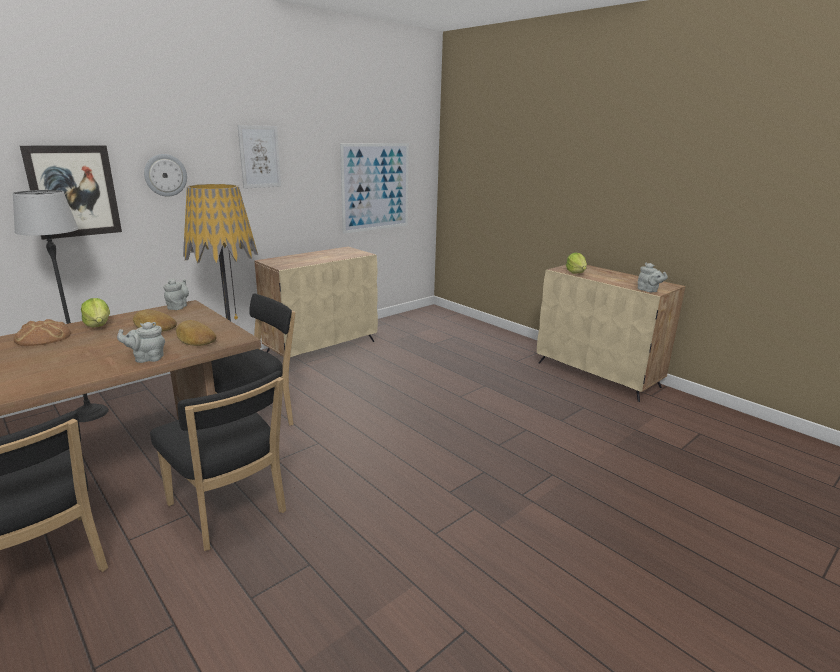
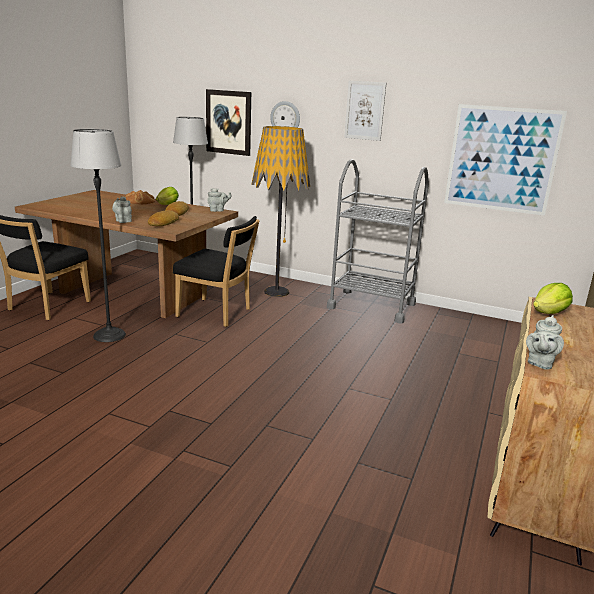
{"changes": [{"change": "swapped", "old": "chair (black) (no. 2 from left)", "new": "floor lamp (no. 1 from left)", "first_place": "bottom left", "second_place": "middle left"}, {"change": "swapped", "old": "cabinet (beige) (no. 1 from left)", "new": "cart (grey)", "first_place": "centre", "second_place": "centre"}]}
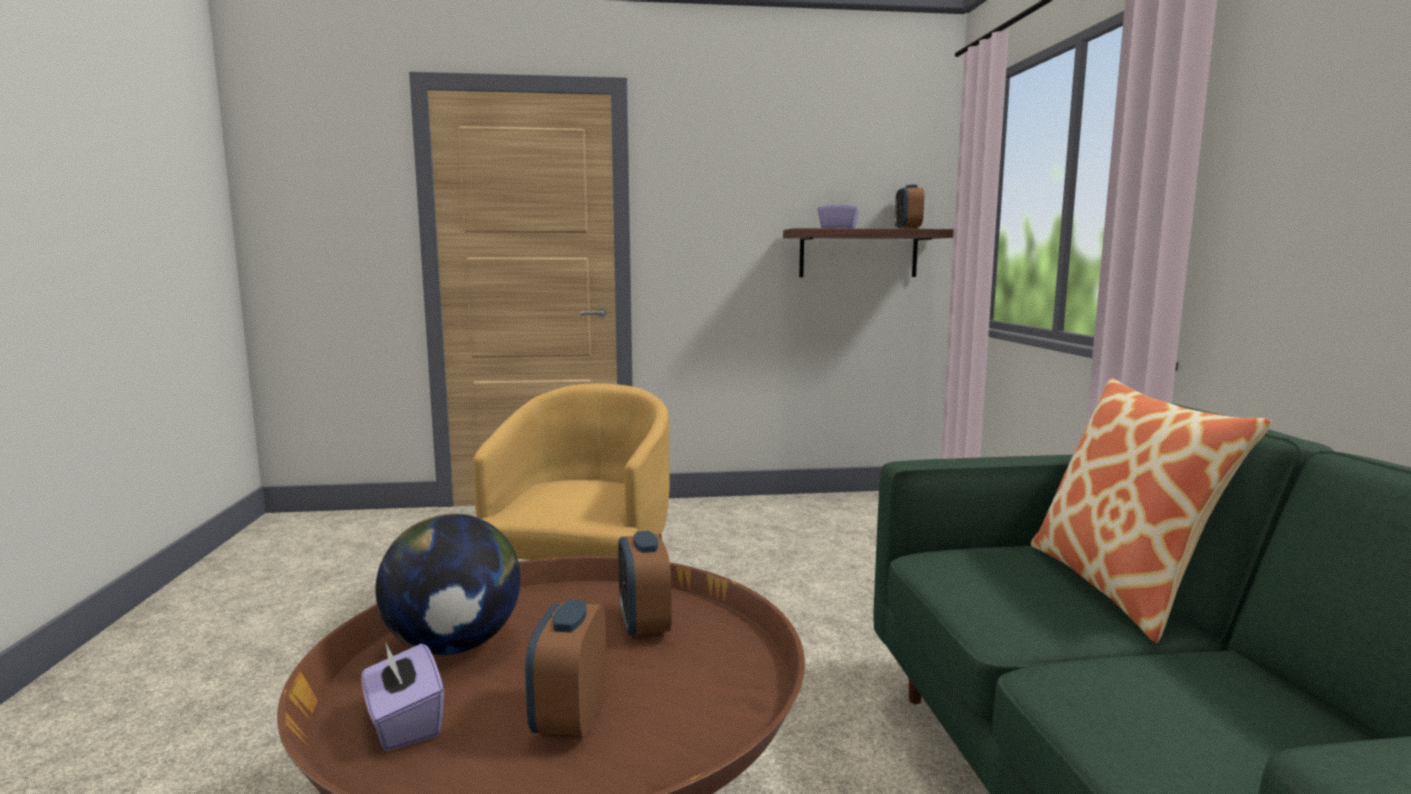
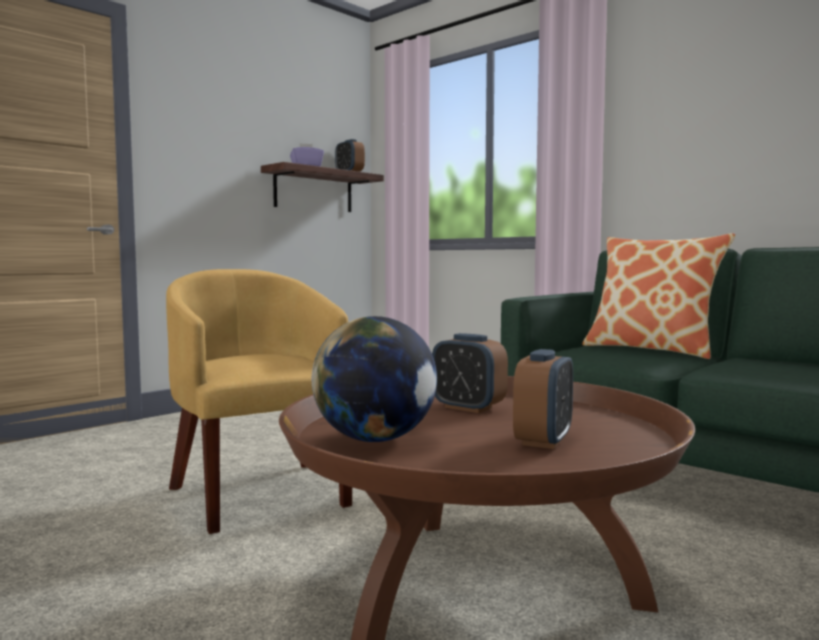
{"changes": [{"change": "gone", "old": "tissue box (purple) (no. 1 from left)", "first_place": "bottom left"}, {"change": "rotated", "old": "alarm clock (no. 1 from left in the first image)", "first_place": "bottom centre", "second_place": "centre", "degrees": -120}]}
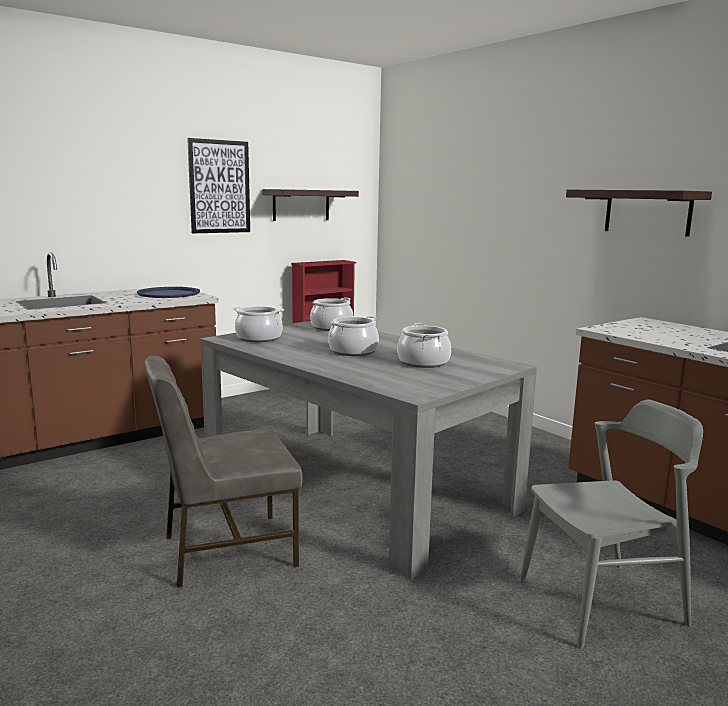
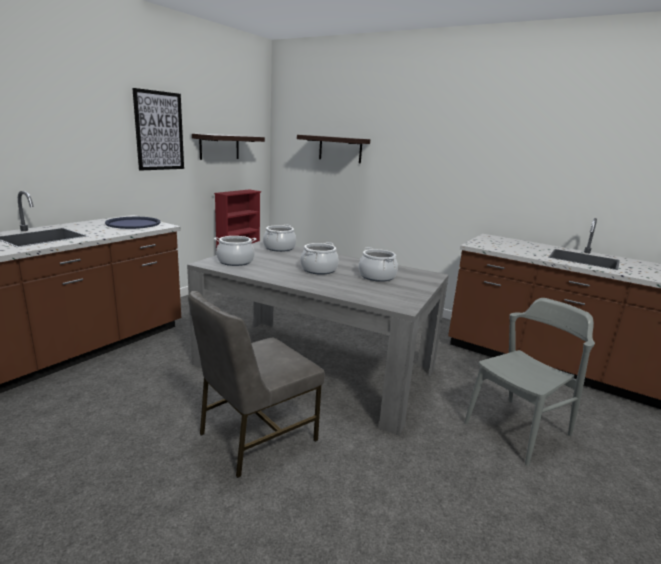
{"changes": [{"change": "shifted", "old": "shelf (no. 2 from left)", "first_place": "top right", "second_place": "top centre"}]}
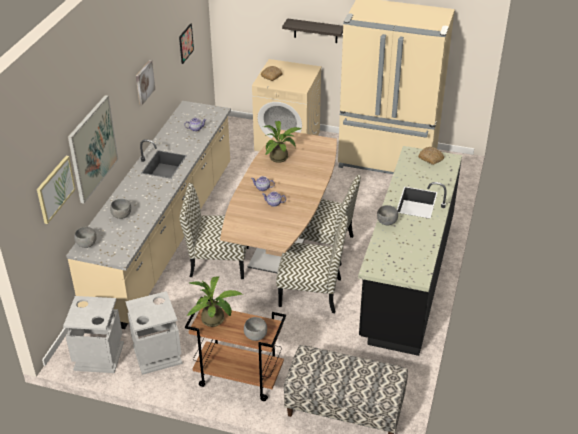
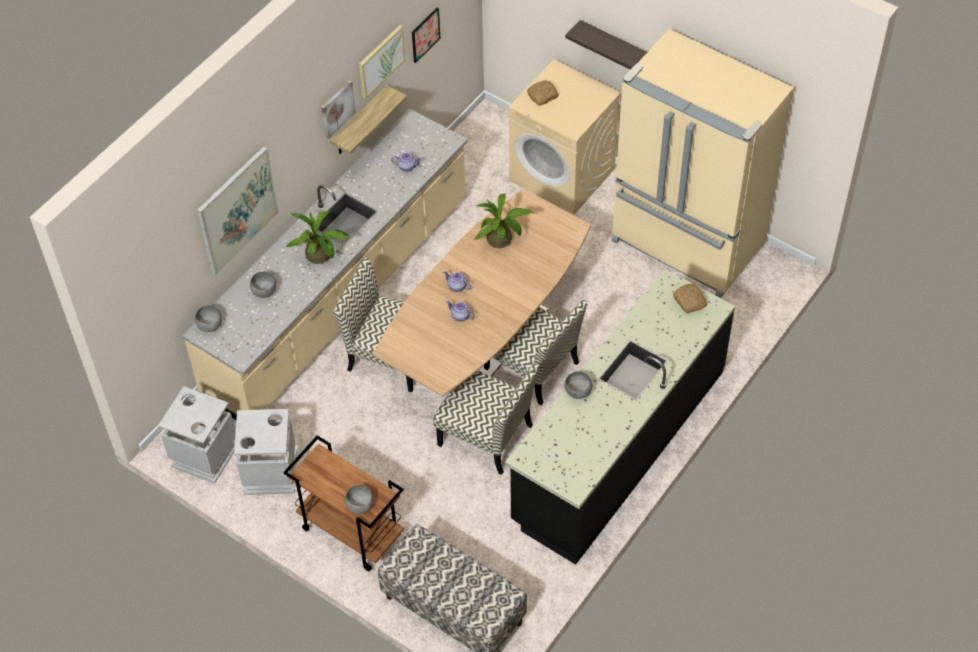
{"changes": [{"change": "new", "new": "shelf (no. 1 from left)", "second_place": "top centre"}, {"change": "shifted", "old": "picture (no. 1 from left in the first image)", "new": "picture (no. 3 from left)", "first_place": "middle left", "second_place": "top centre"}, {"change": "shifted", "old": "potted plant (no. 1 from left)", "first_place": "bottom centre", "second_place": "middle left"}]}
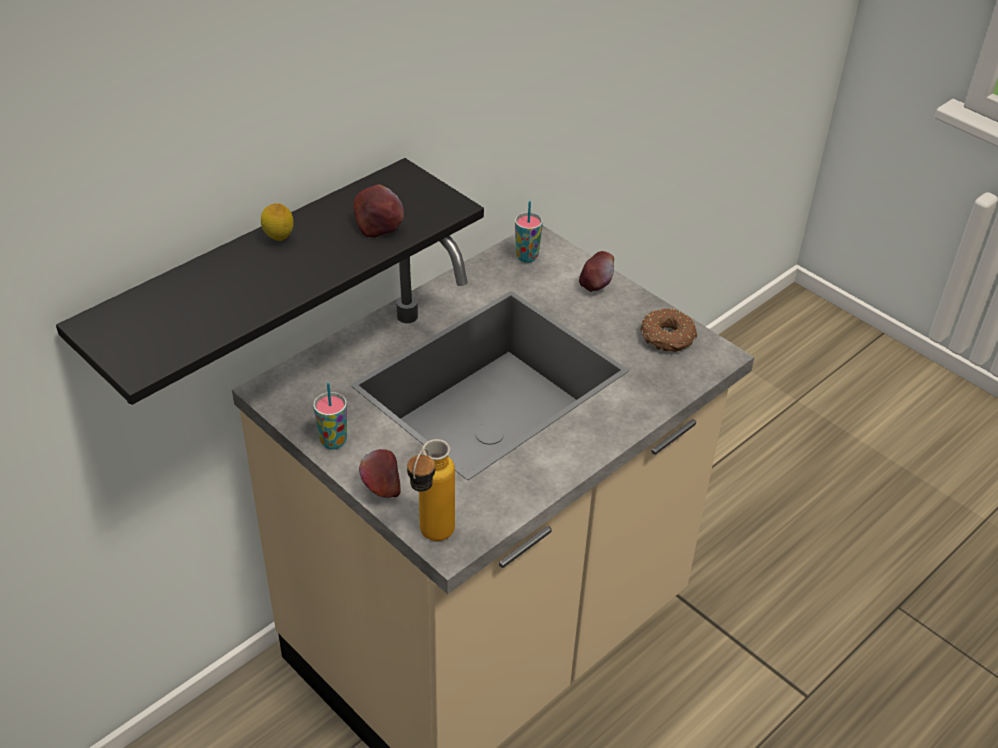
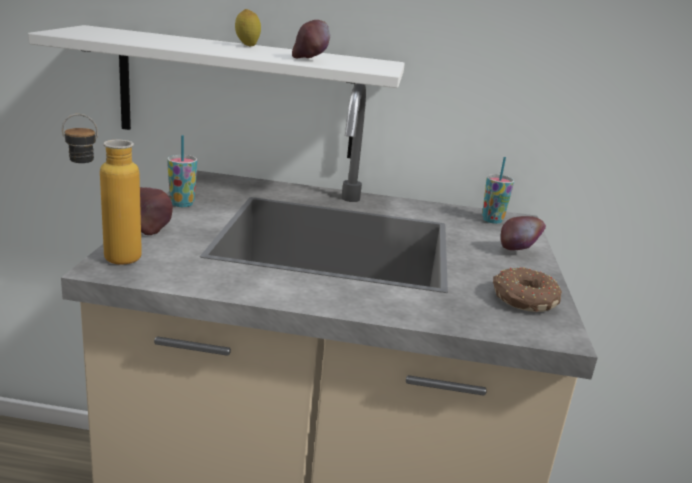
{"changes": [{"change": "repainted", "old": "shelf (black)", "new": "shelf (white)", "first_place": "middle left", "second_place": "top left"}]}
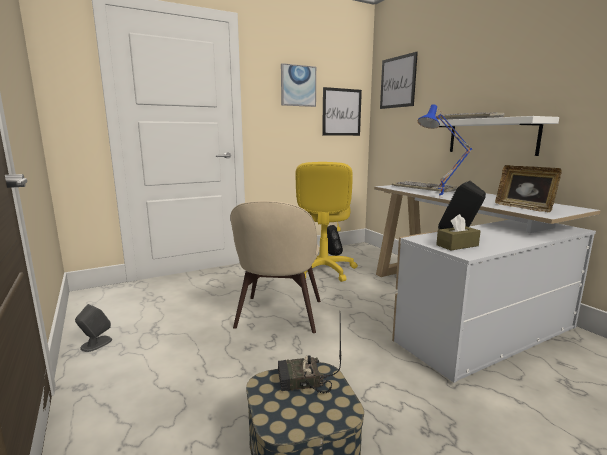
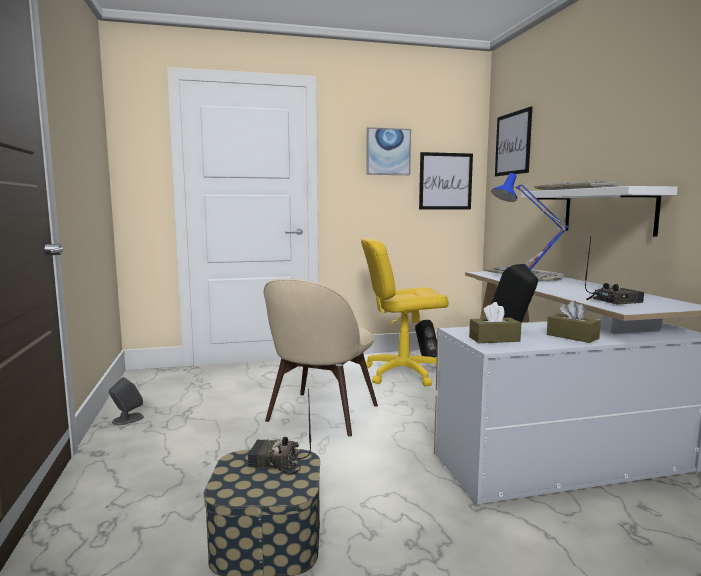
{"changes": [{"change": "new", "new": "tissue box (brown) (no. 2 from left)", "second_place": "middle right"}, {"change": "swapped", "old": "picture frame", "new": "radio (no. 2 from left)", "first_place": "middle right", "second_place": "middle right"}, {"change": "rotated", "old": "office chair (yellow)", "first_place": "centre", "second_place": "centre", "degrees": 60}]}
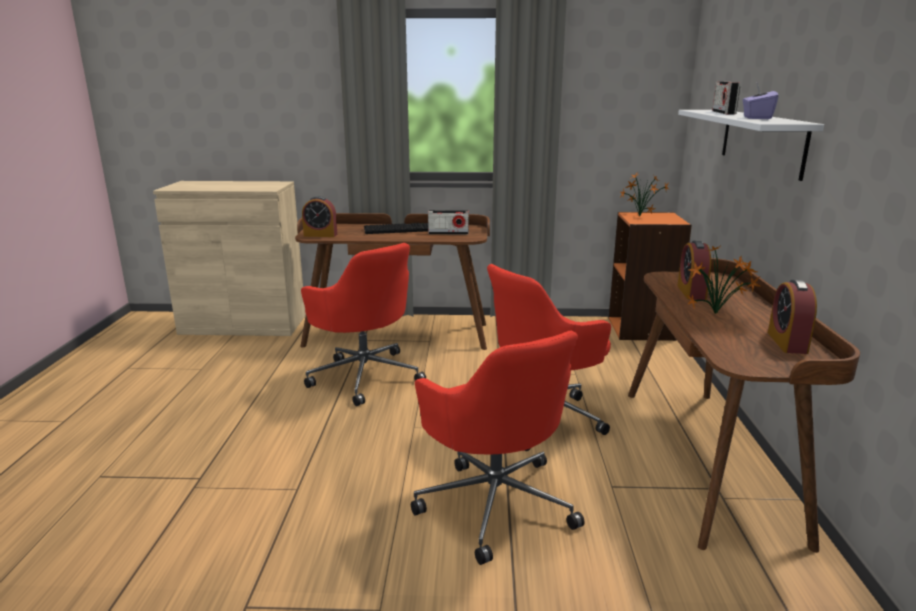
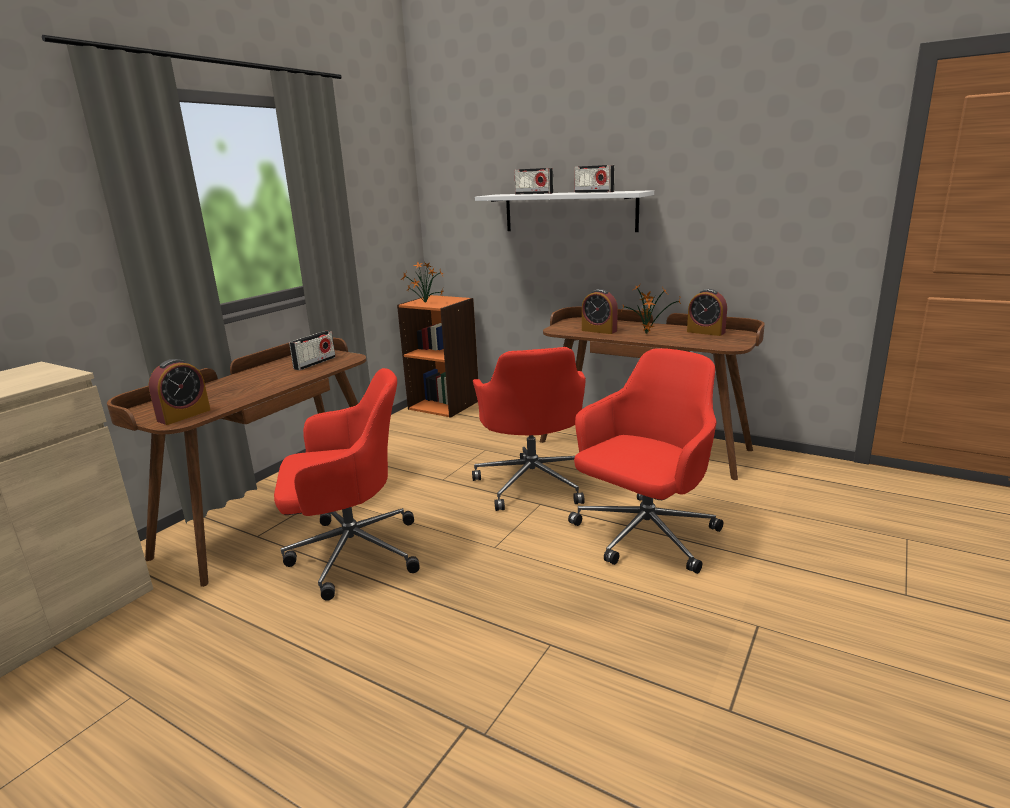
{"changes": [{"change": "gone", "old": "keyboard", "first_place": "centre"}, {"change": "swapped", "old": "tissue box (purple)", "new": "radio (no. 3 from left)", "first_place": "top right", "second_place": "top centre"}, {"change": "rotated", "old": "office chair (red) (no. 2 from left in the first image)", "first_place": "bottom centre", "second_place": "centre", "degrees": -45}]}
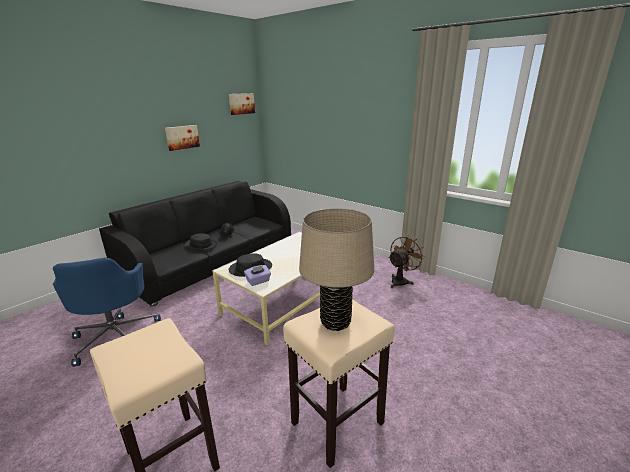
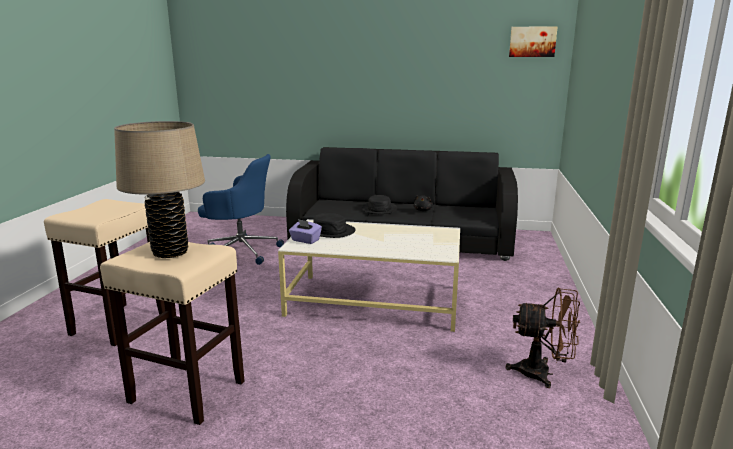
{"changes": [{"change": "gone", "old": "picture (no. 1 from left)", "first_place": "top left"}, {"change": "rotated", "old": "office chair (blue)", "first_place": "middle left", "second_place": "middle left", "degrees": -120}]}
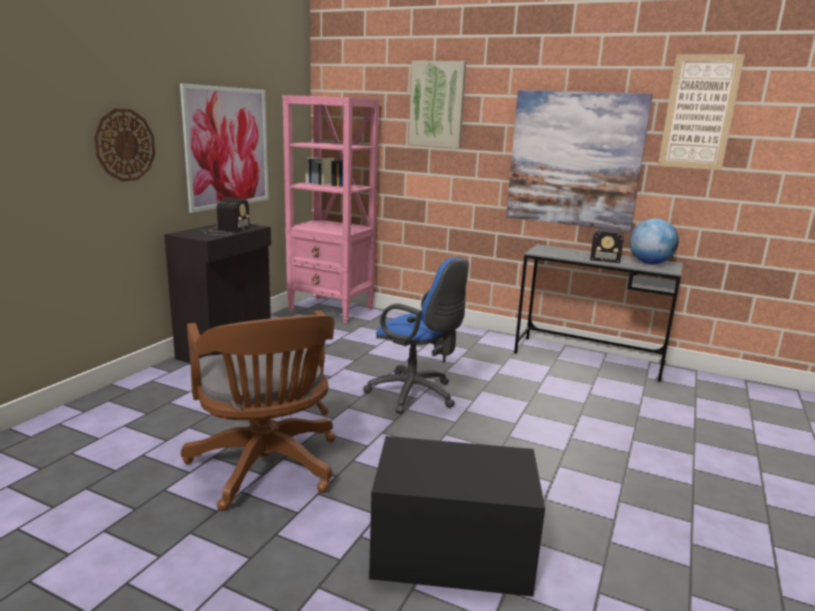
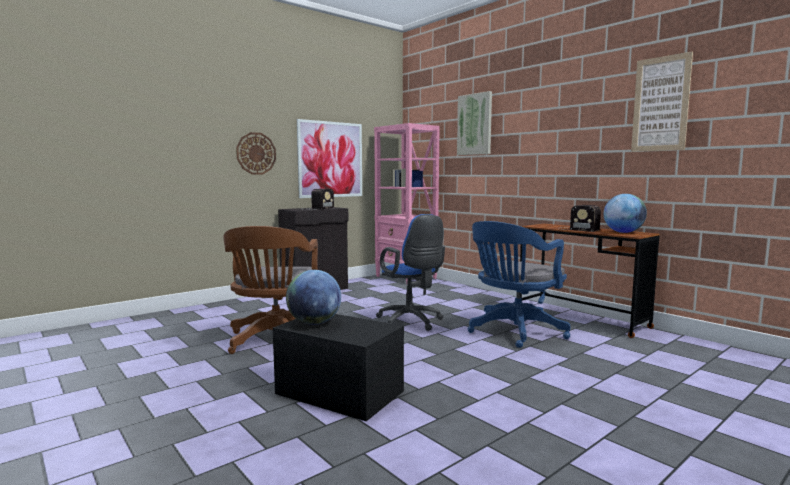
{"changes": [{"change": "gone", "old": "picture (no. 3 from left)", "first_place": "top right"}, {"change": "new", "new": "globe (no. 1 from left)", "second_place": "centre"}, {"change": "new", "new": "office chair (blue) (no. 2 from left)", "second_place": "centre"}, {"change": "repainted", "old": "desk (grey)", "new": "desk (brown)", "first_place": "middle right", "second_place": "middle right"}]}
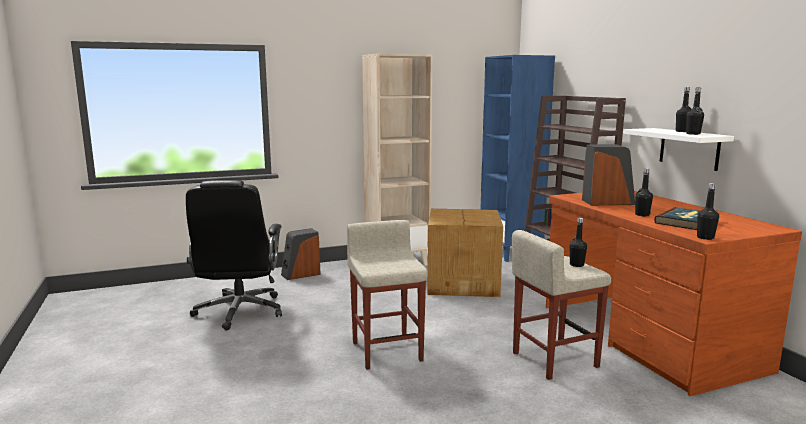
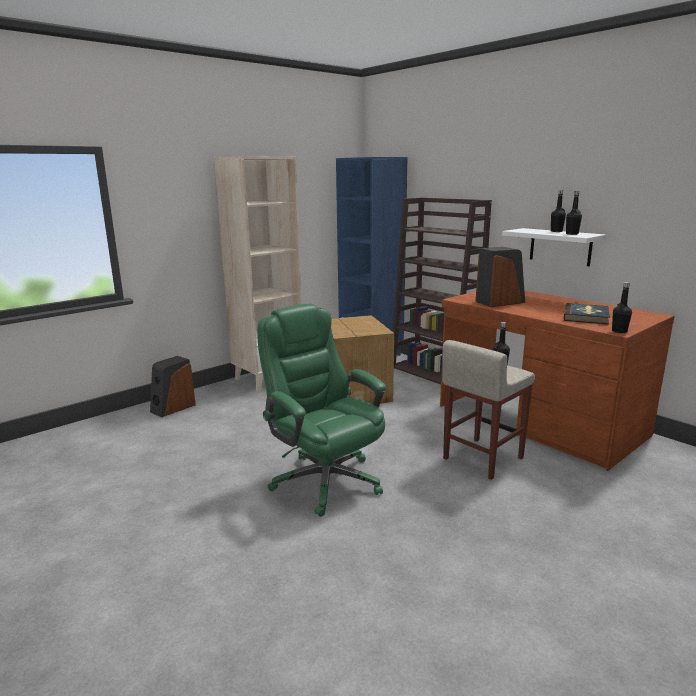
{"changes": [{"change": "gone", "old": "office chair (black)", "first_place": "middle left"}, {"change": "gone", "old": "bottle (black) (no. 2 from left)", "first_place": "middle right"}, {"change": "swapped", "old": "stool (beige) (no. 1 from left)", "new": "office chair (green)", "first_place": "bottom centre", "second_place": "centre"}]}
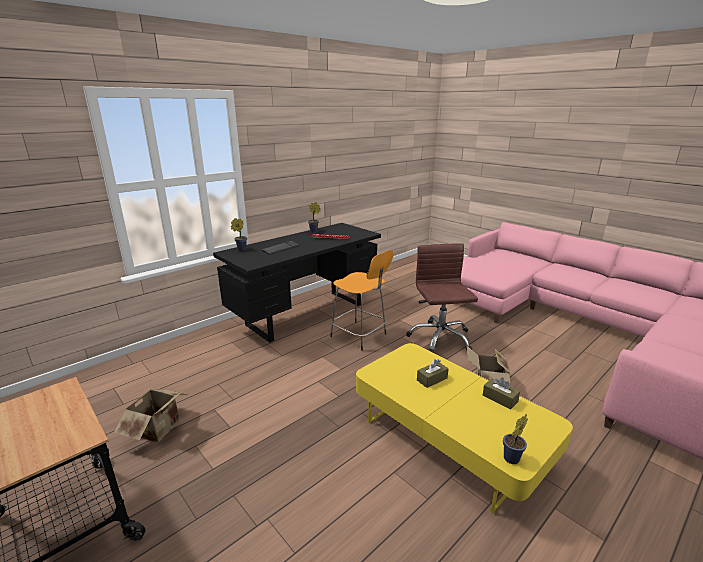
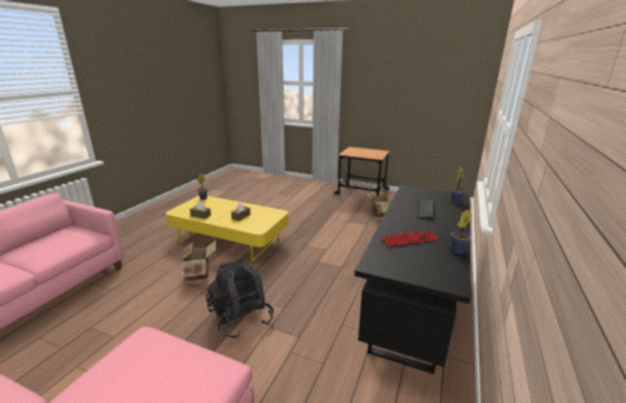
{"changes": [{"change": "gone", "old": "stool (orange)", "first_place": "centre"}, {"change": "swapped", "old": "office chair (brown)", "new": "backpack (black)", "first_place": "centre", "second_place": "bottom centre"}]}
